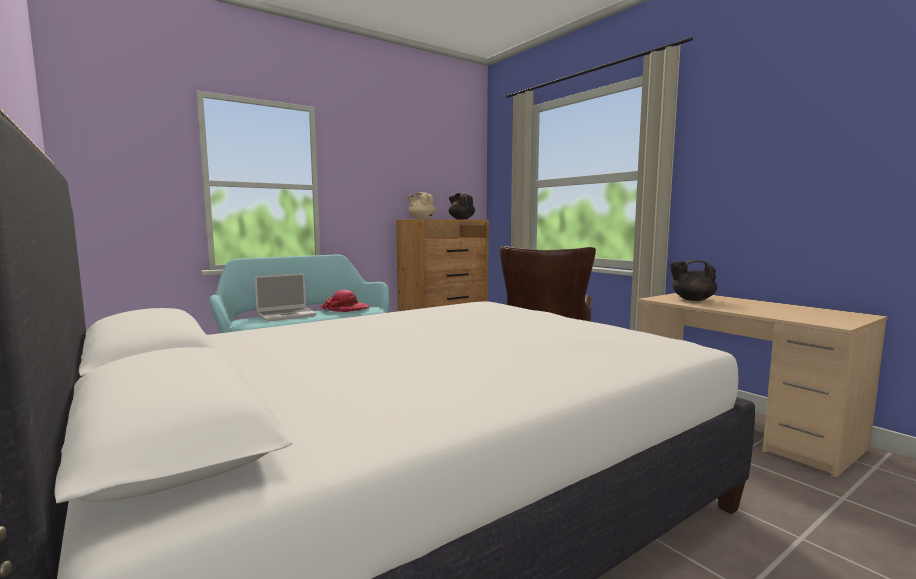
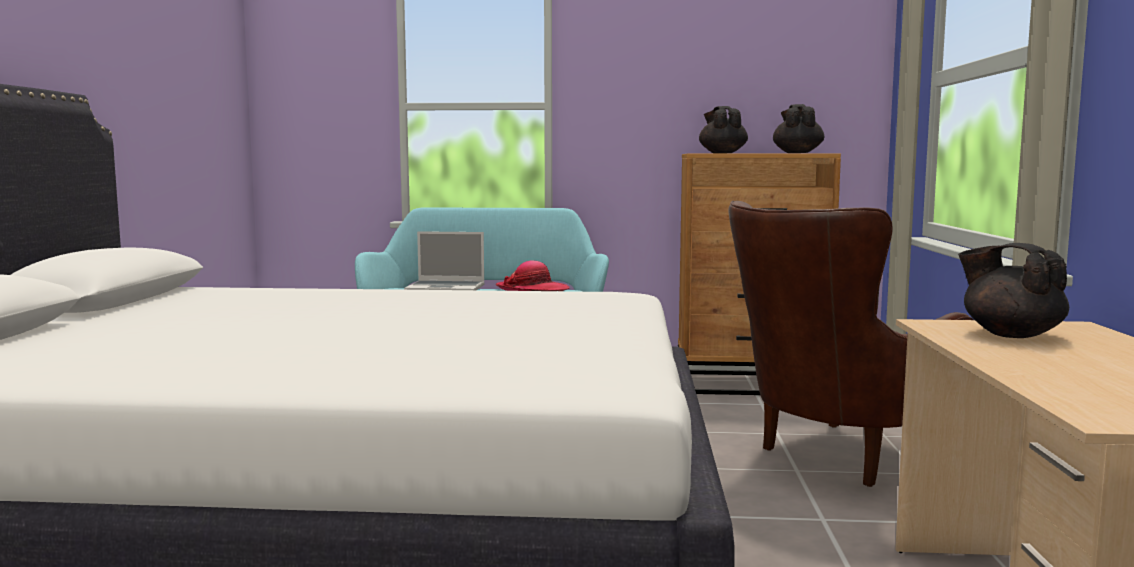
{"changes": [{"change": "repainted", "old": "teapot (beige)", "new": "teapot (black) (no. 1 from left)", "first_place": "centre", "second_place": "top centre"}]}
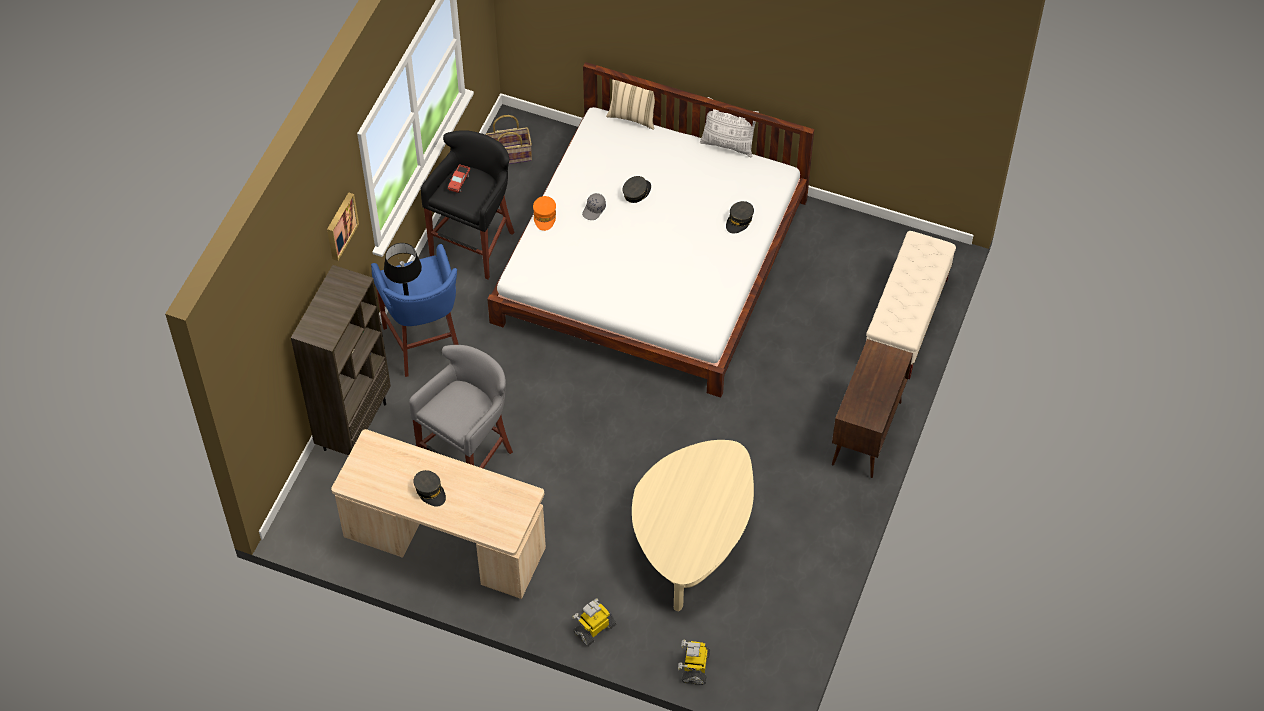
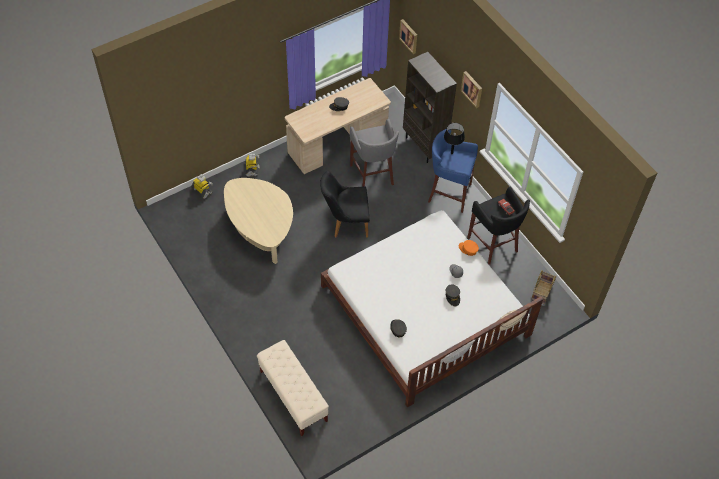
{"changes": [{"change": "gone", "old": "cabinet (brown)", "first_place": "middle right"}, {"change": "new", "new": "chair (black)", "second_place": "centre"}, {"change": "new", "new": "picture (no. 1 from left)", "second_place": "top centre"}]}
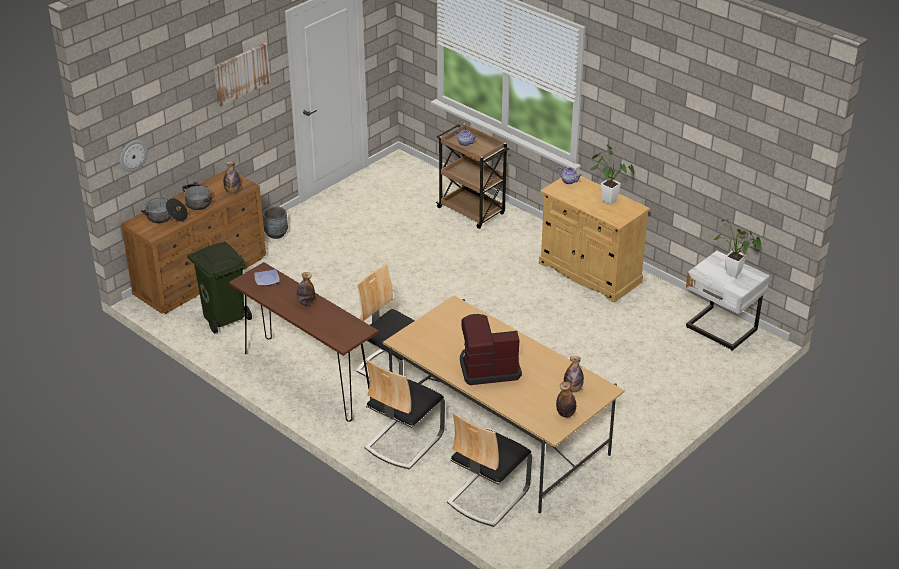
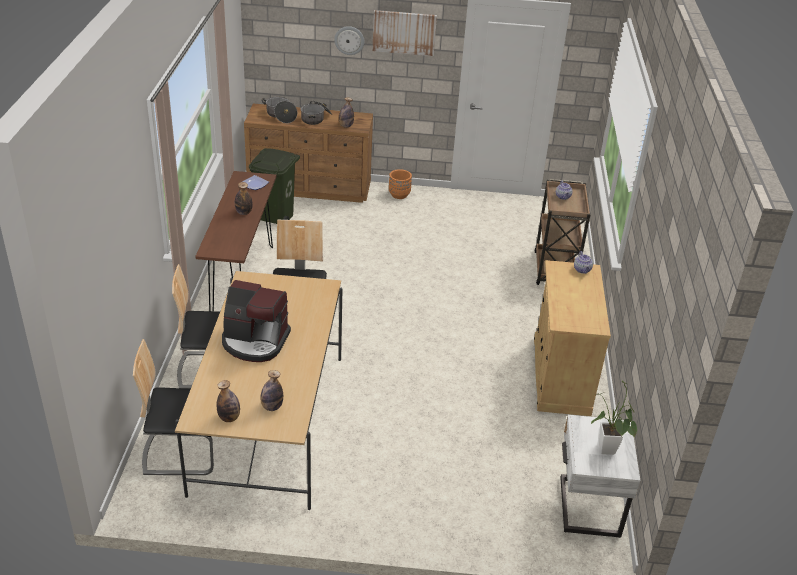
{"changes": [{"change": "gone", "old": "potted plant (no. 1 from left)", "first_place": "top right"}, {"change": "shifted", "old": "wall clock", "first_place": "top left", "second_place": "top centre"}, {"change": "repainted", "old": "planter (grey)", "new": "planter (orange)", "first_place": "middle left", "second_place": "top centre"}, {"change": "rotated", "old": "coffee machine", "first_place": "centre", "second_place": "middle left", "degrees": 150}]}
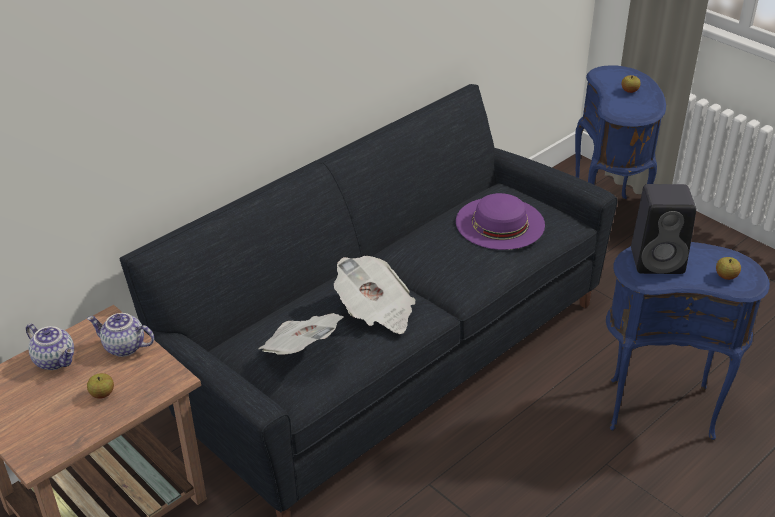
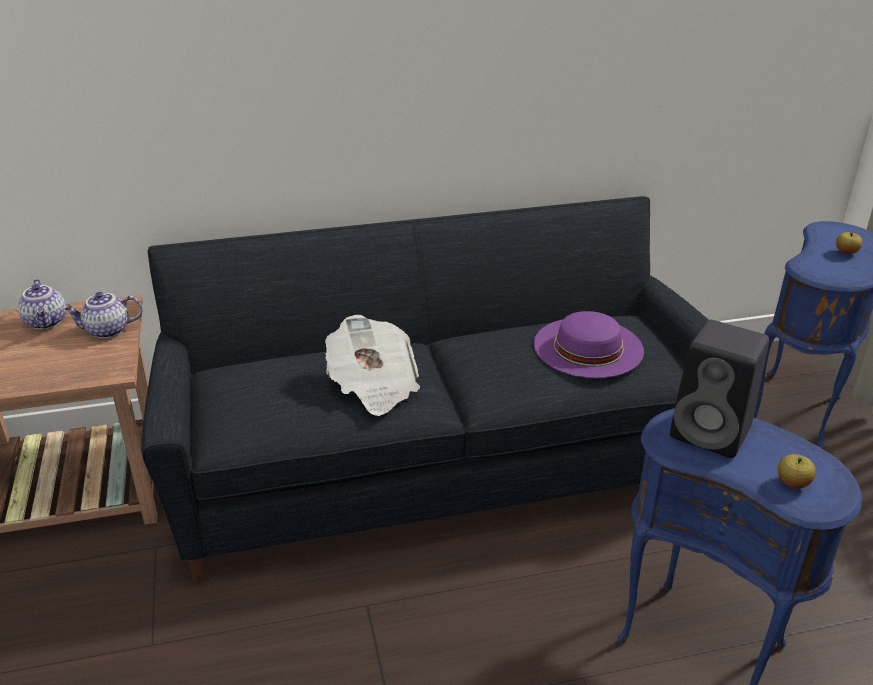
{"changes": [{"change": "gone", "old": "apple (no. 1 from left)", "first_place": "bottom left"}, {"change": "gone", "old": "newspaper (no. 1 from left)", "first_place": "centre"}, {"change": "rotated", "old": "teapot (no. 2 from left)", "first_place": "middle left", "second_place": "middle left", "degrees": -60}]}
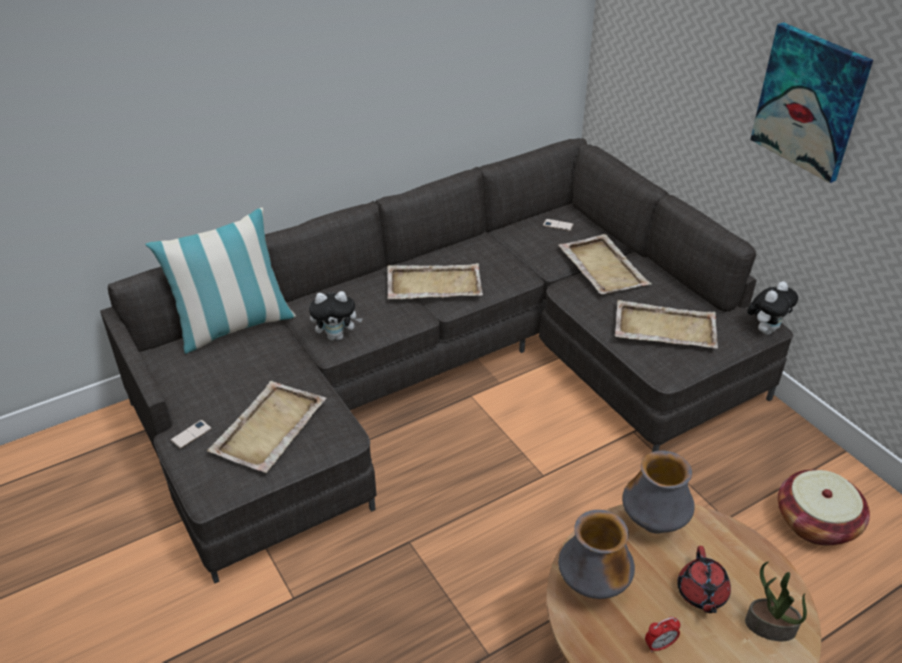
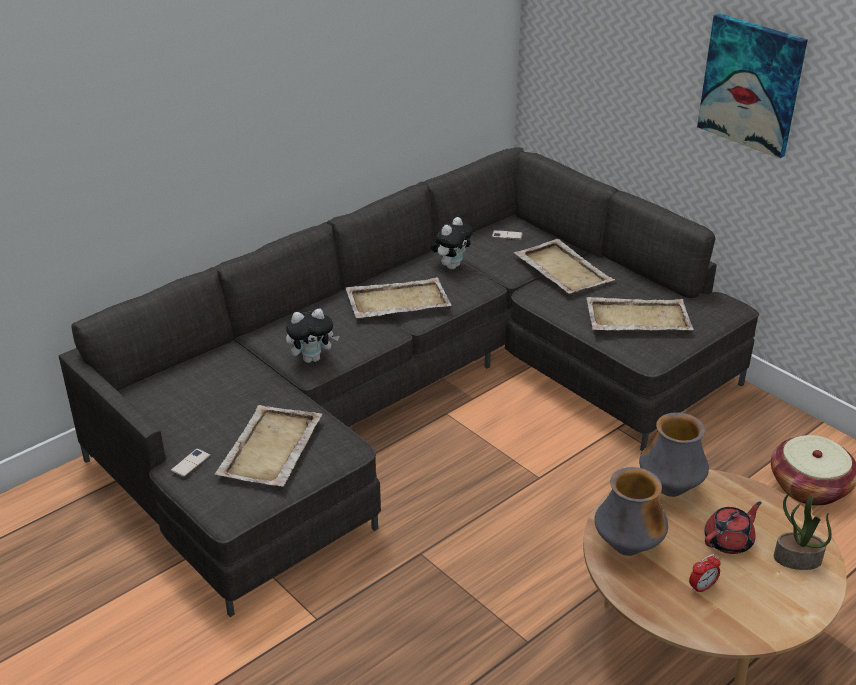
{"changes": [{"change": "gone", "old": "pillow", "first_place": "middle left"}, {"change": "shifted", "old": "plush toy (no. 2 from left)", "first_place": "middle right", "second_place": "centre"}, {"change": "rotated", "old": "teapot (red)", "first_place": "bottom right", "second_place": "bottom right", "degrees": -120}]}
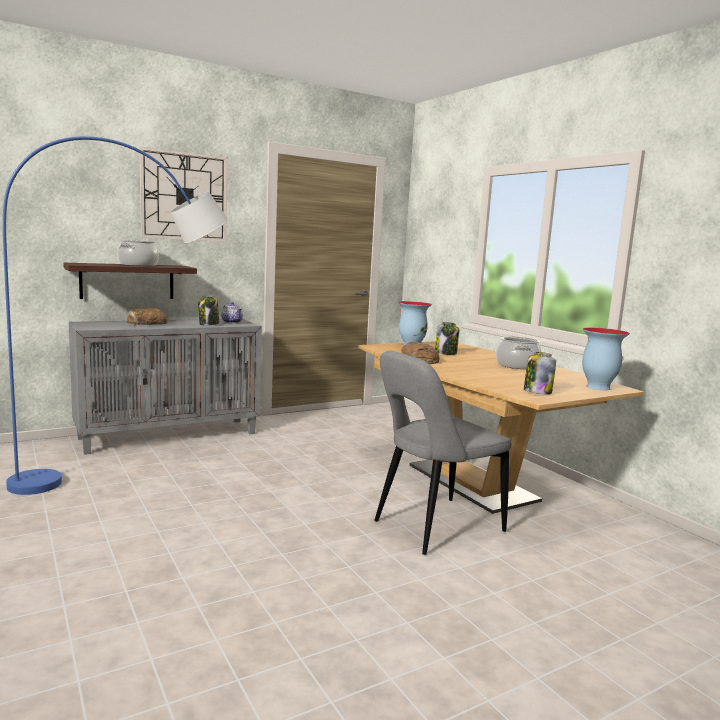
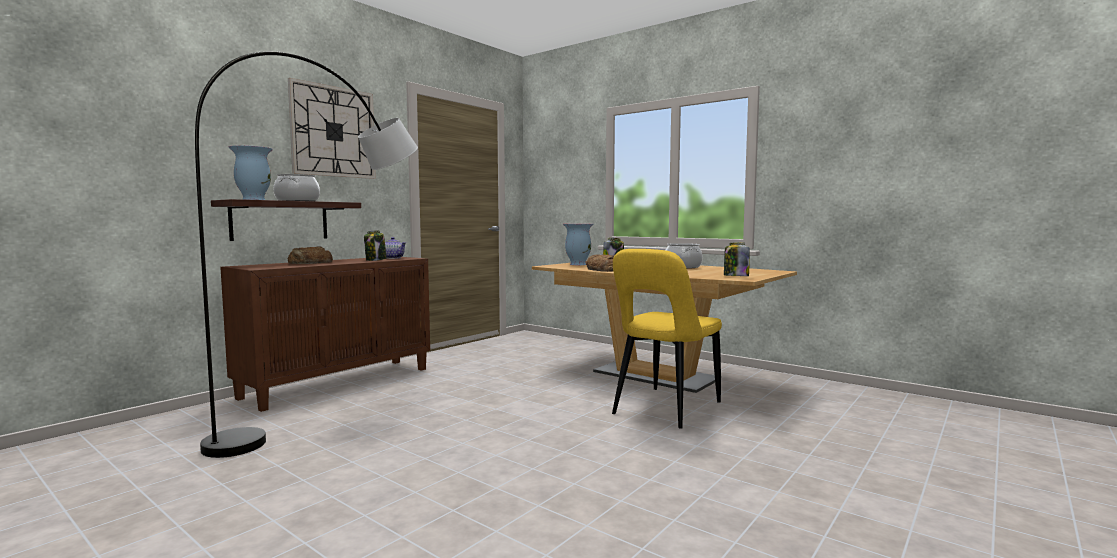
{"changes": [{"change": "shifted", "old": "vase (no. 2 from left in the first image)", "new": "vase (no. 1 from left)", "first_place": "middle right", "second_place": "top left"}, {"change": "repainted", "old": "floor lamp (blue)", "new": "floor lamp (grey)", "first_place": "middle left", "second_place": "middle left"}, {"change": "repainted", "old": "cabinet (grey)", "new": "cabinet (brown)", "first_place": "middle left", "second_place": "middle left"}, {"change": "repainted", "old": "chair (grey)", "new": "chair (yellow)", "first_place": "centre", "second_place": "centre"}]}
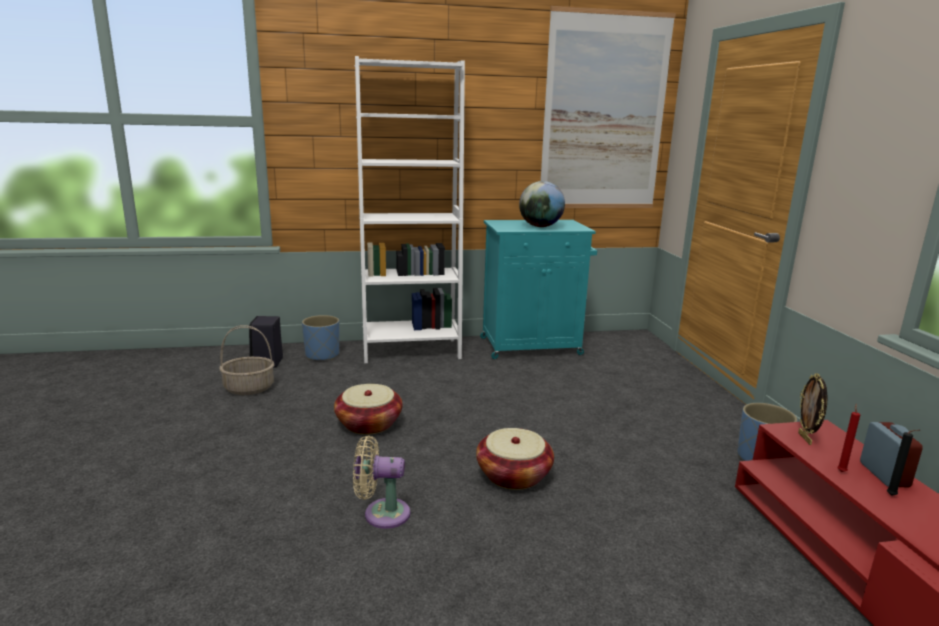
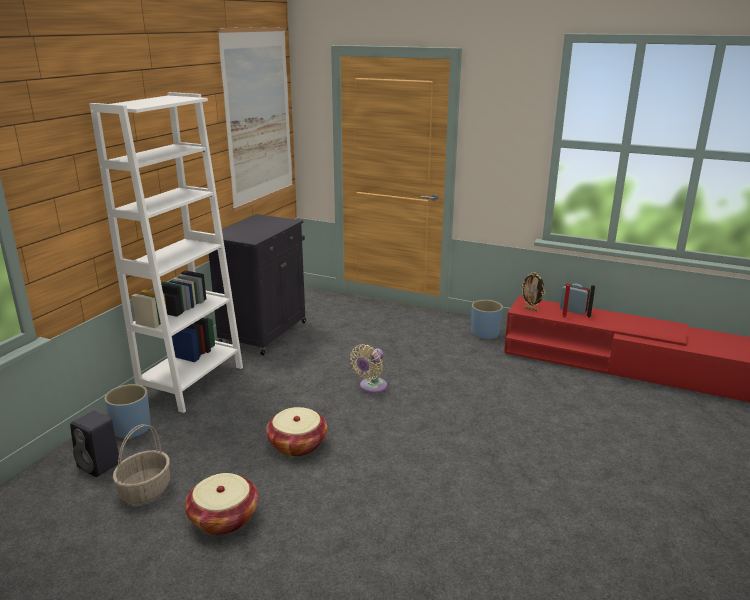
{"changes": [{"change": "gone", "old": "globe", "first_place": "top centre"}, {"change": "shifted", "old": "fan (beige)", "first_place": "bottom centre", "second_place": "centre"}, {"change": "shifted", "old": "basket (no. 3 from left in the first image)", "new": "basket (no. 2 from left)", "first_place": "bottom centre", "second_place": "bottom left"}, {"change": "repainted", "old": "cabinet (turquoise)", "new": "cabinet (black)", "first_place": "centre", "second_place": "centre"}]}
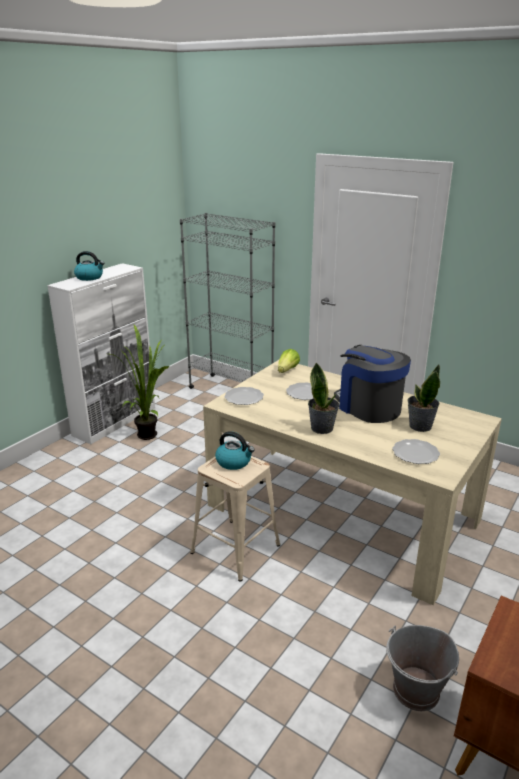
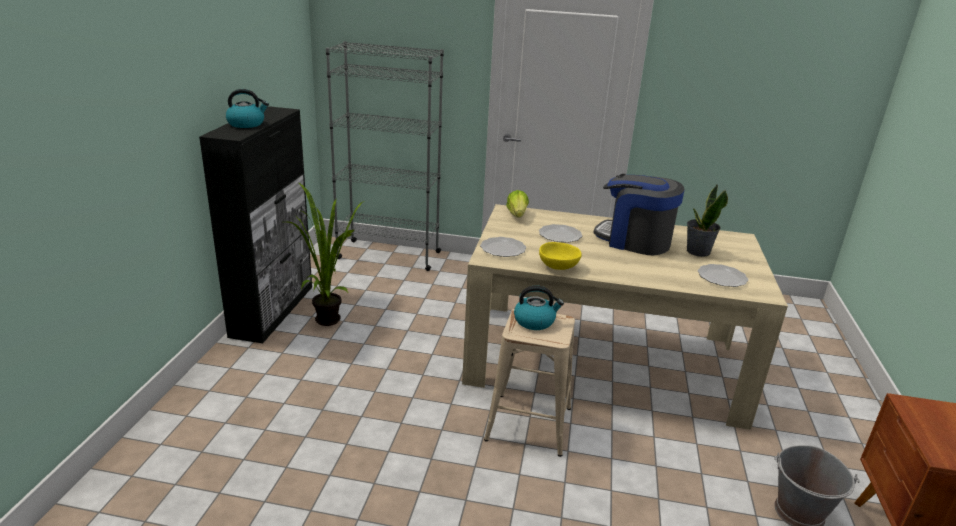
{"changes": [{"change": "gone", "old": "potted plant (no. 2 from left)", "first_place": "centre"}, {"change": "new", "new": "bowl (yellow)", "second_place": "centre"}, {"change": "repainted", "old": "cabinet (white)", "new": "cabinet (black)", "first_place": "middle left", "second_place": "middle left"}]}
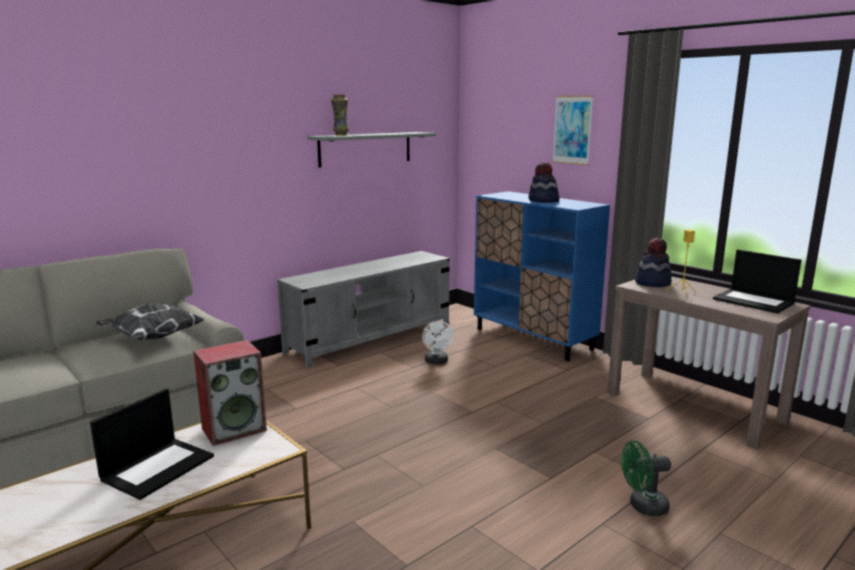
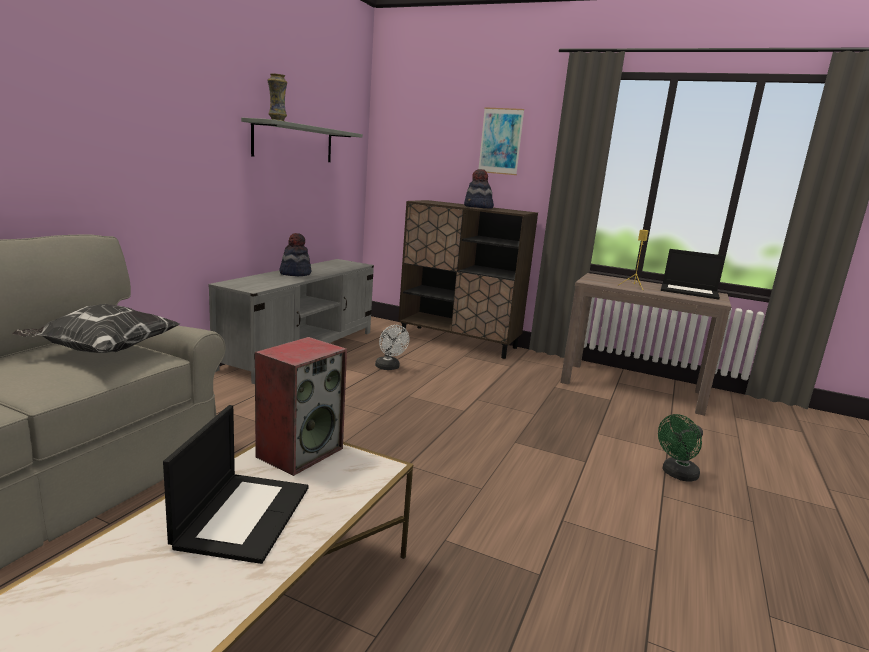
{"changes": [{"change": "shifted", "old": "hat (no. 2 from left in the first image)", "new": "hat (no. 1 from left)", "first_place": "middle right", "second_place": "centre"}, {"change": "repainted", "old": "cabinet (blue)", "new": "cabinet (brown)", "first_place": "centre", "second_place": "centre"}]}
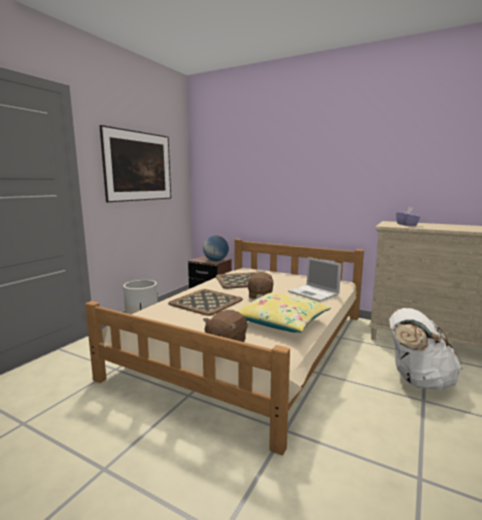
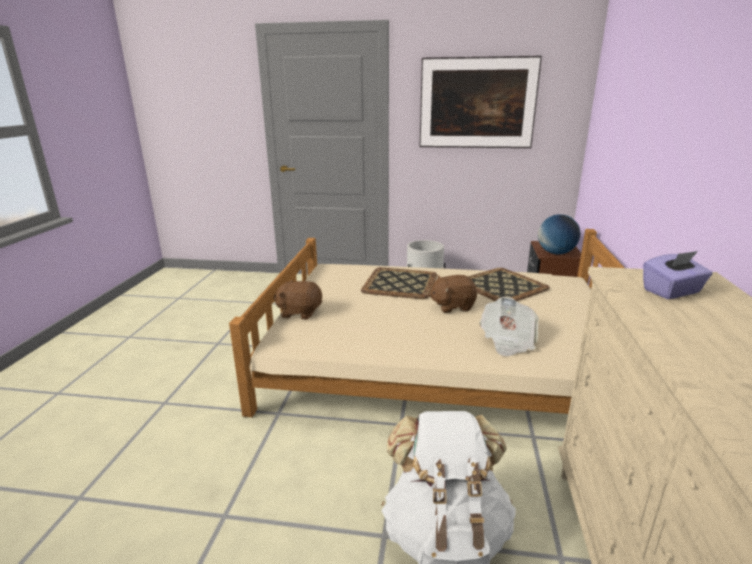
{"changes": [{"change": "gone", "old": "pillow (yellow)", "first_place": "centre"}, {"change": "swapped", "old": "laptop", "new": "newspaper", "first_place": "centre", "second_place": "middle right"}]}
